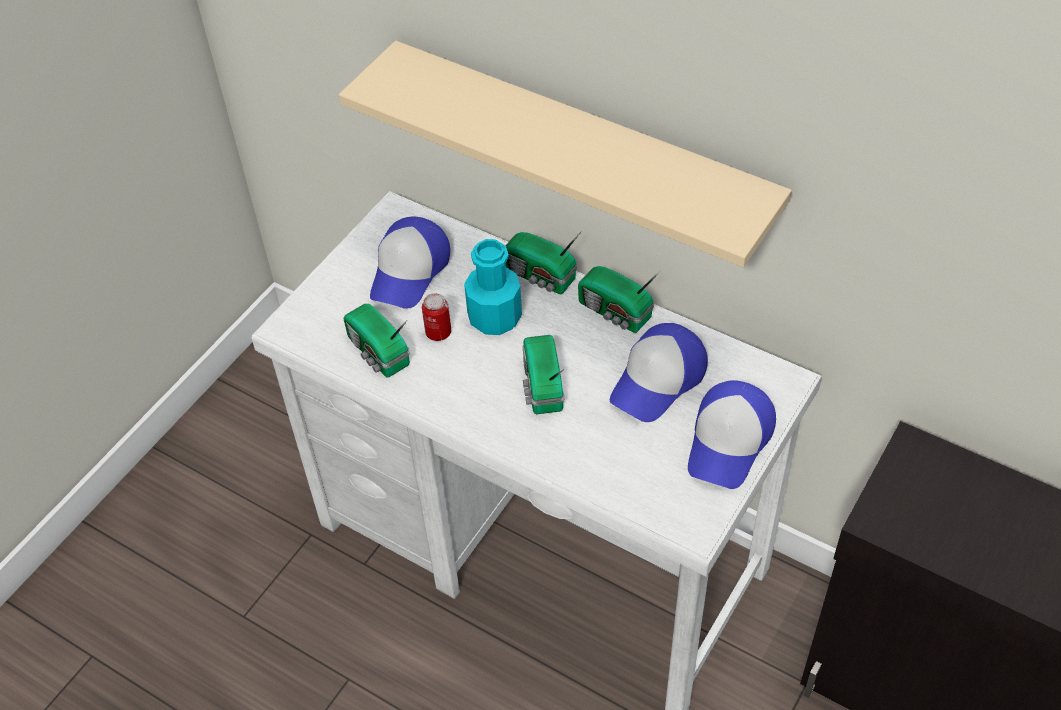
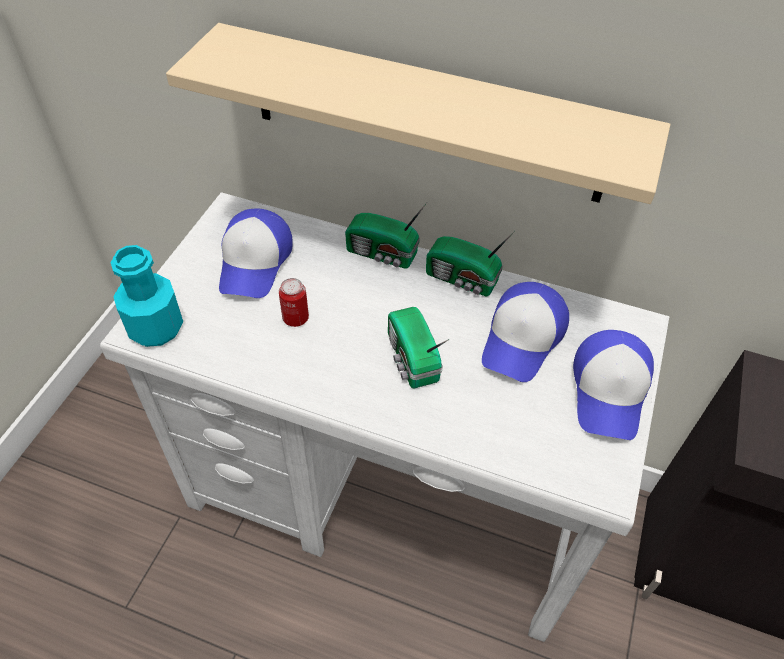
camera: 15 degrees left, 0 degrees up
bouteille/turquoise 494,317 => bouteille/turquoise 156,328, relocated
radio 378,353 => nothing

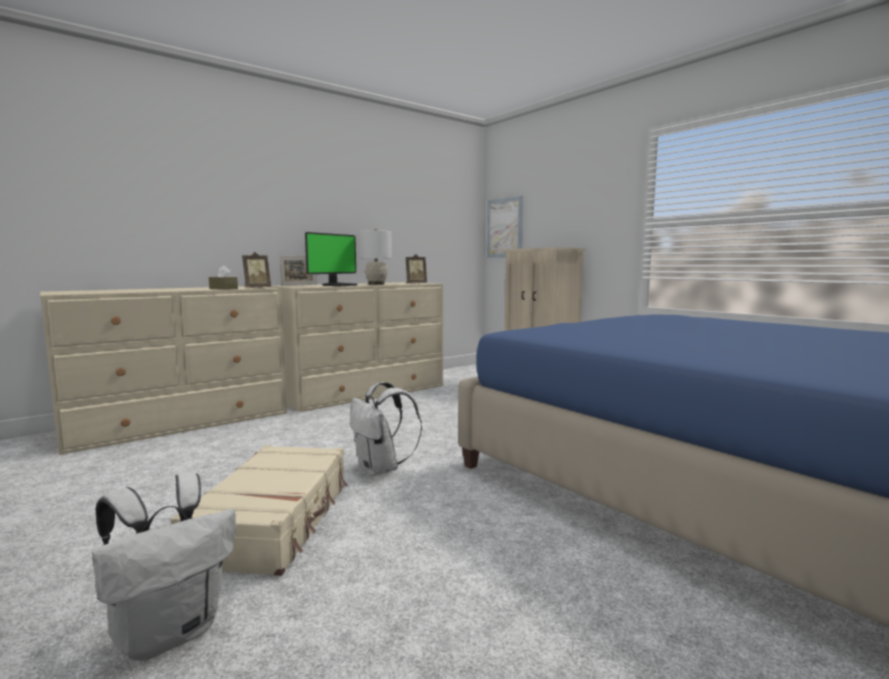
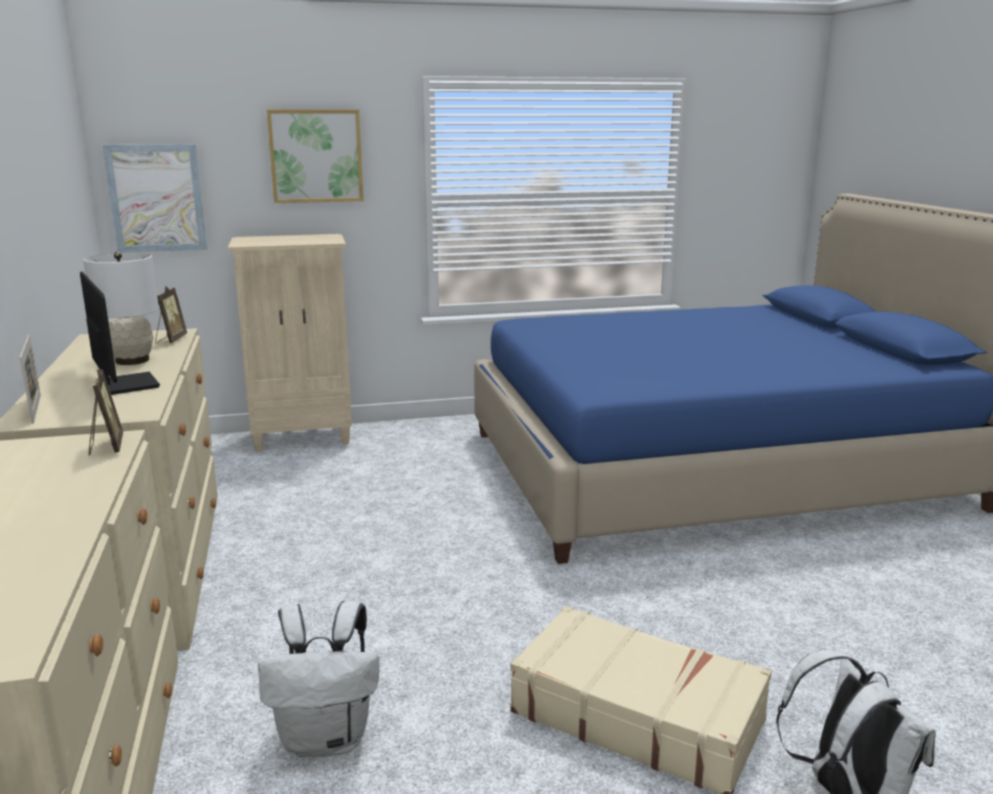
camera: 65 degrees left, 10 degrees up
sac à dos/blanc 381,469 => sac à dos/blanc 327,738, relocated
nothing => tableau 316,156
boîte à mouchoirs/marron 223,289 => nothing

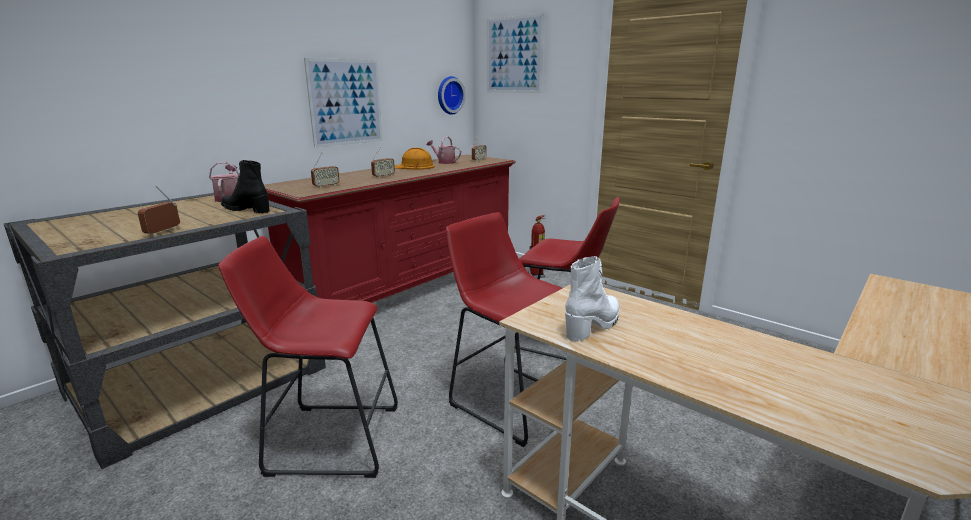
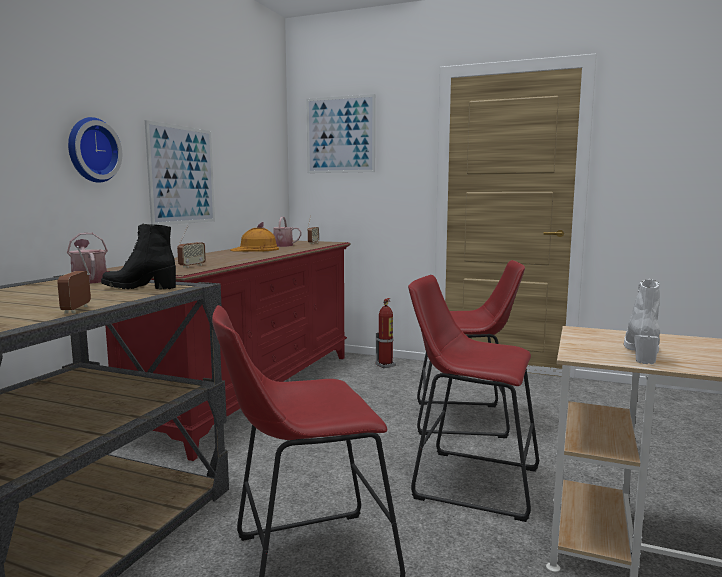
camera: 20 degrees left, 10 degrees down
horloge murale 449,95 => horloge murale 91,150, relocated
radio 383,176 => nothing

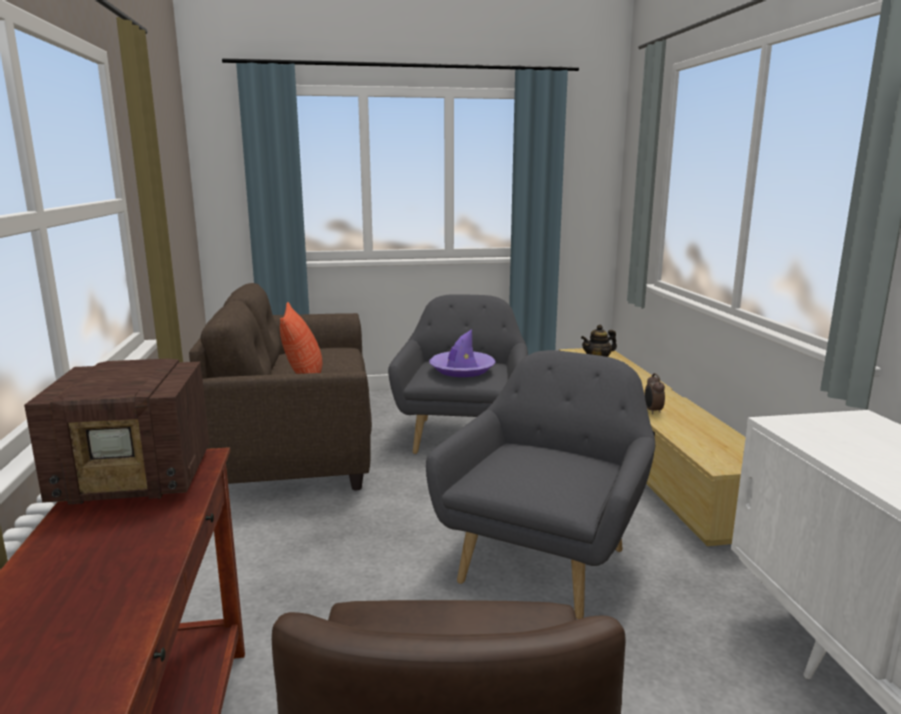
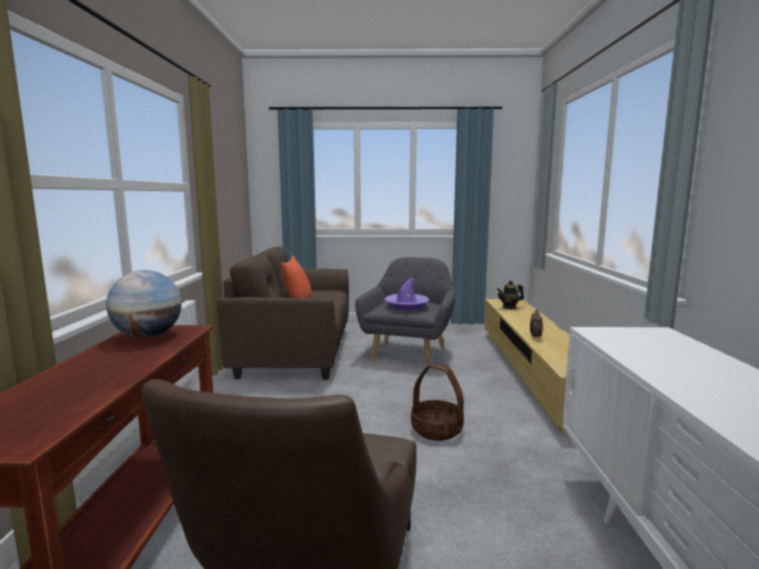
camera: 10 degrees right, 5 degrees down
radio 137,479 => globe 148,336
fauteuil/gris 545,558 => panier 437,429

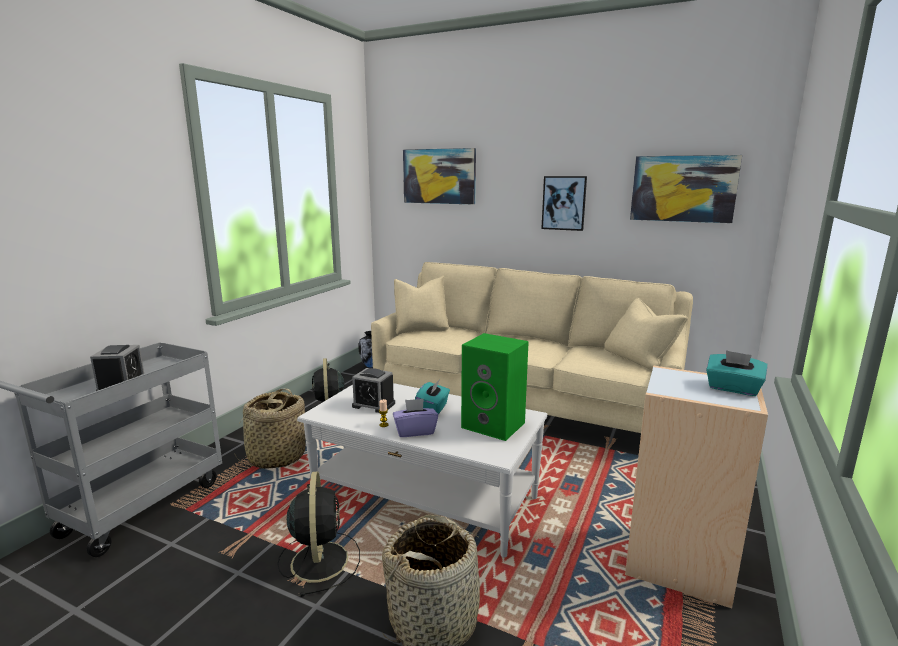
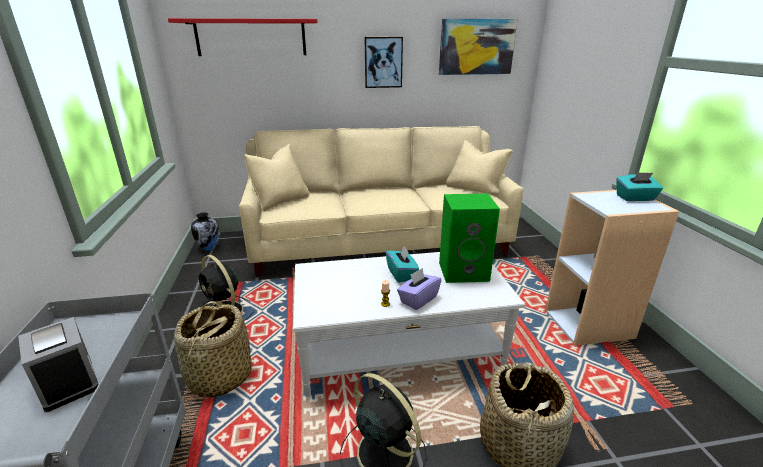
camera: 35 degrees left, 10 degrees up
tableau 439,176 => étagère/rouge 251,37
réveil 373,405 => nothing

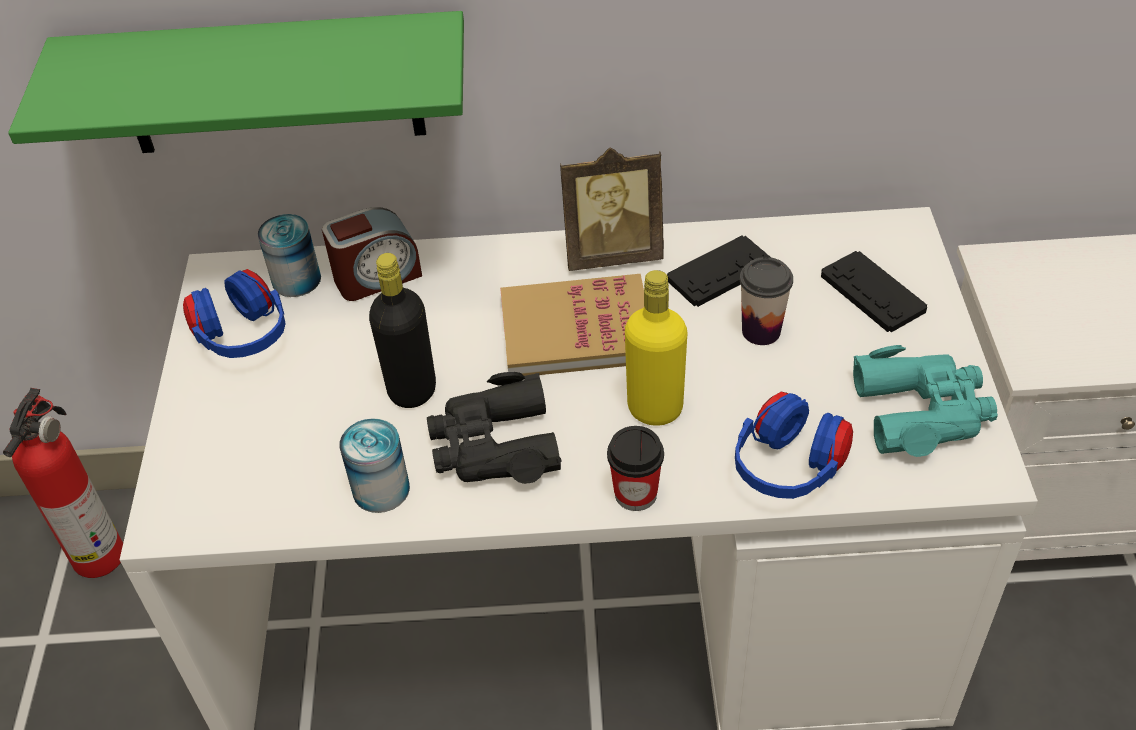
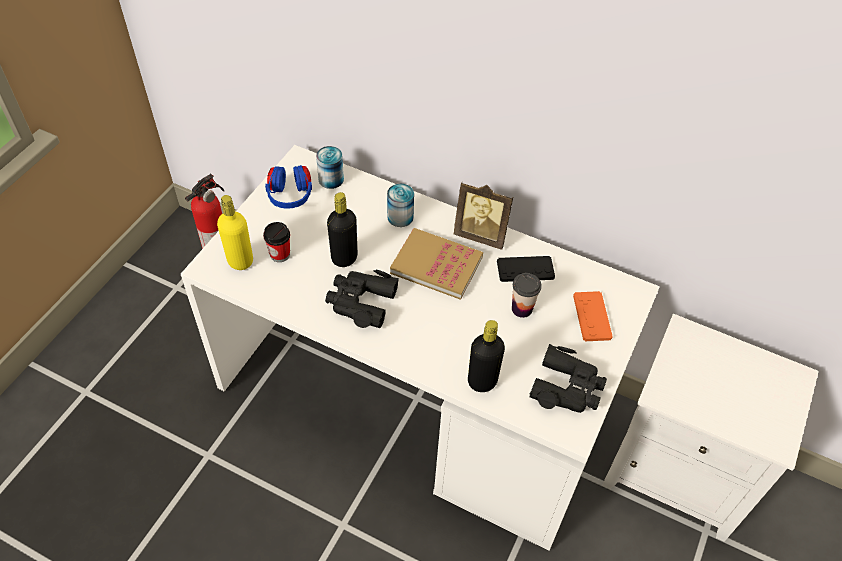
camera: 25 degrees right, 5 degrees up
bouteille/jaune 655,409 => bouteille/jaune 240,261, relocated
tasse 635,494 => tasse 280,254, relocated
boîte métallique 381,489 => boîte métallique 400,217, relocated
casque audio/bleu 788,469 => bouteille/noir 482,381
jumelles/turquoise 922,411 => jumelles/noir 567,387
manette/noir 872,293 => manette/orange 592,317
étagère/vert 270,84 => nothing
réveil 377,277 => nothing

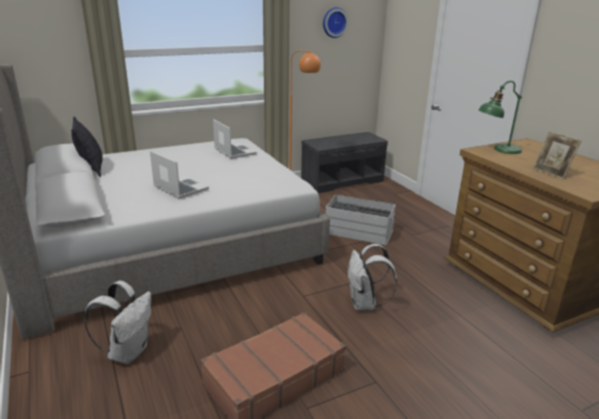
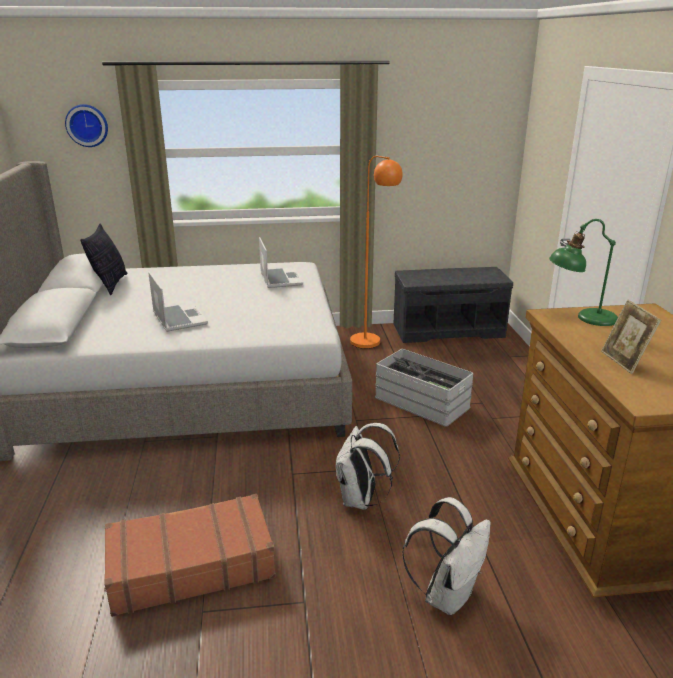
camera: 20 degrees right, 0 degrees up
horloge murale 334,22 => horloge murale 87,125, relocated
sac à dos/blanc 128,351 => sac à dos/blanc 447,594, relocated

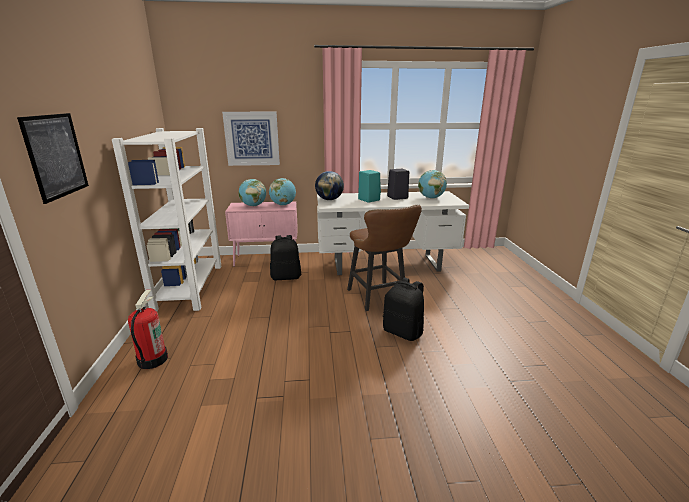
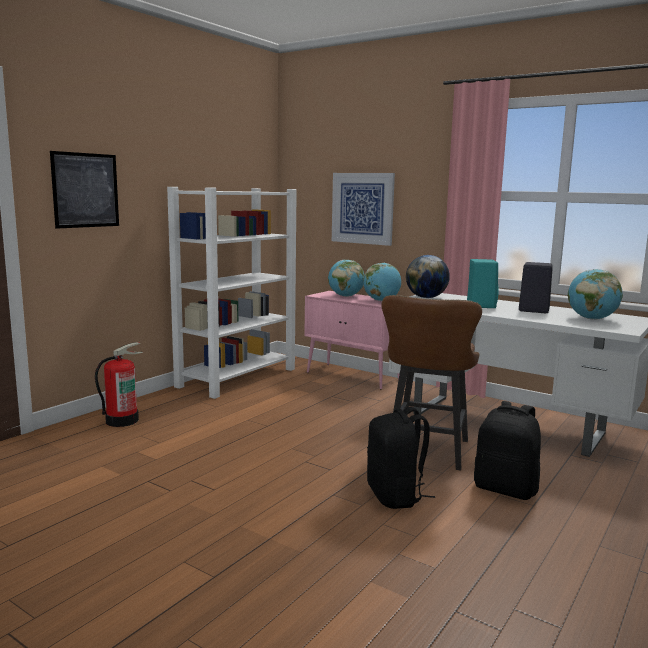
camera: 40 degrees right, 10 degrees down
sac à dos/noir 286,277 => sac à dos/noir 506,489, relocated

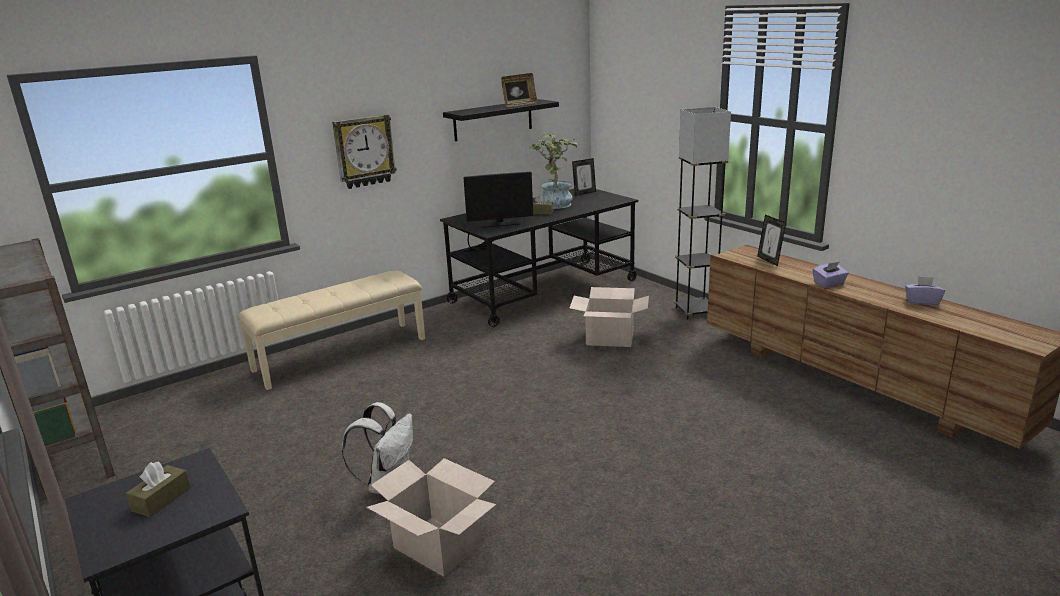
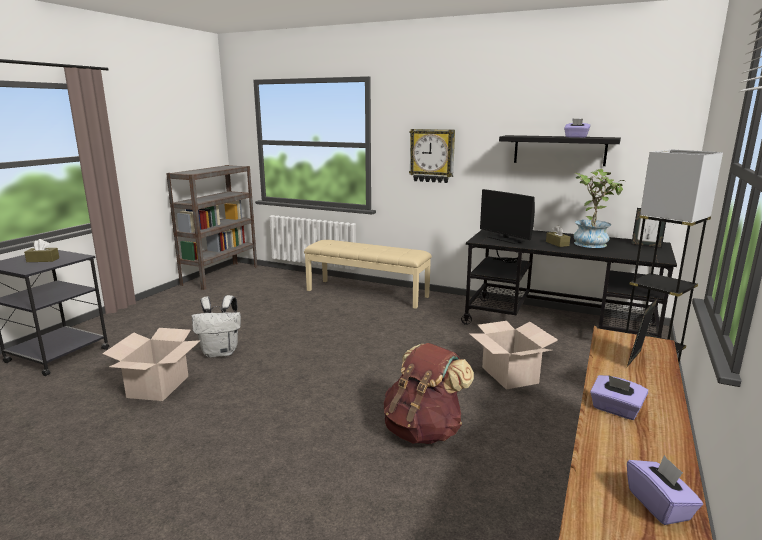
camera: 60 degrees right, 5 degrees down
nothing => sac à dos/marron 423,430
cadre photo 519,105 => boîte à mouchoirs/violet 576,137

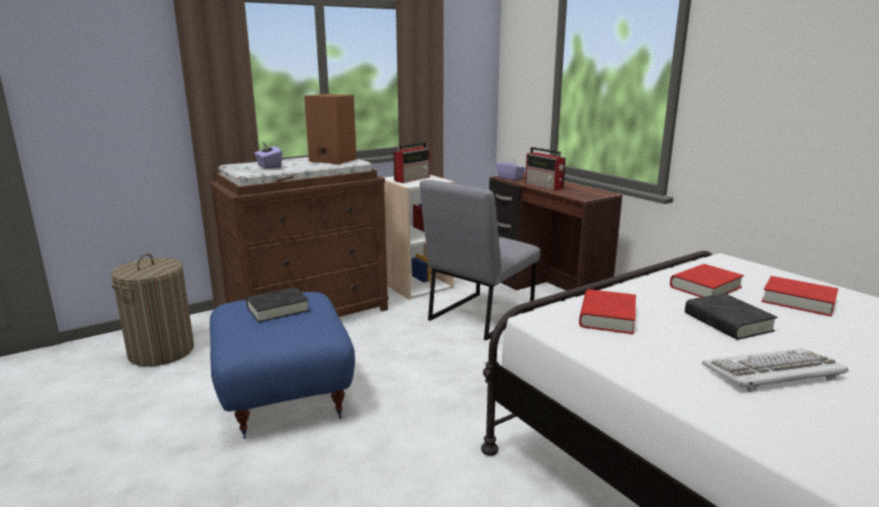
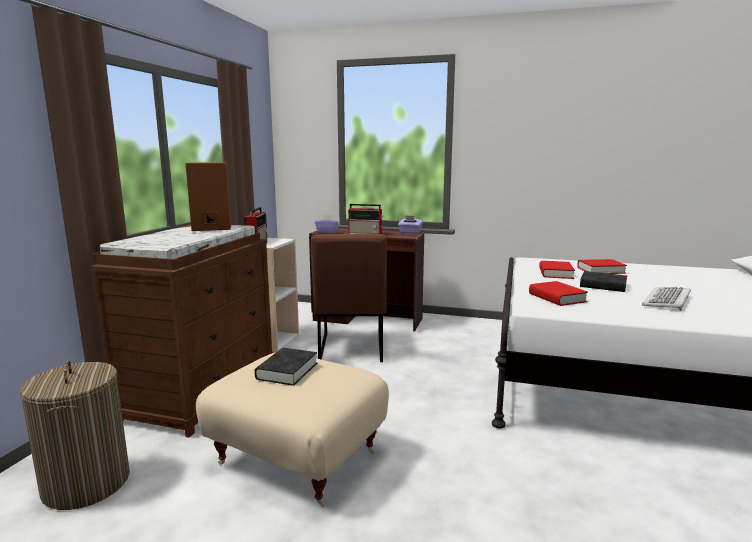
camera: 40 degrees left, 5 degrees down
pouf/bleu 282,395 => pouf/beige 295,460
chaise/gris 478,316 => chaise/marron 351,348
boîte à mouchoirs/violet 269,166 => boîte à mouchoirs/violet 410,232, relocated

